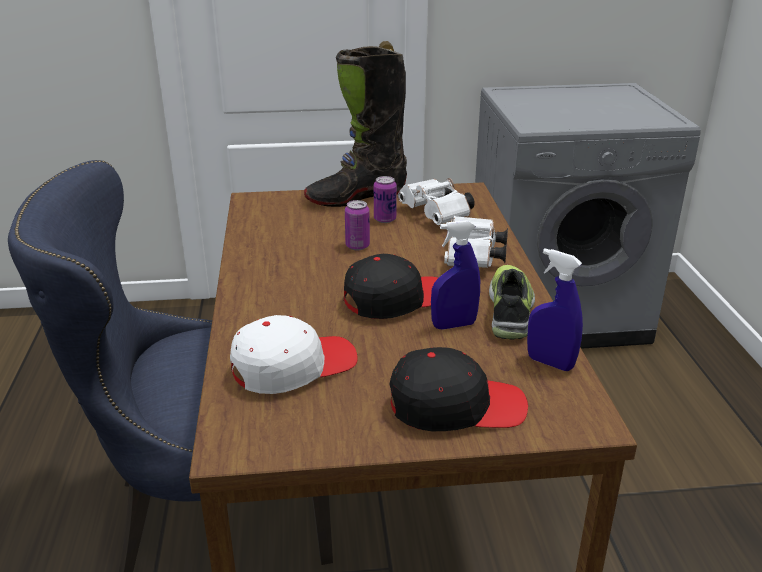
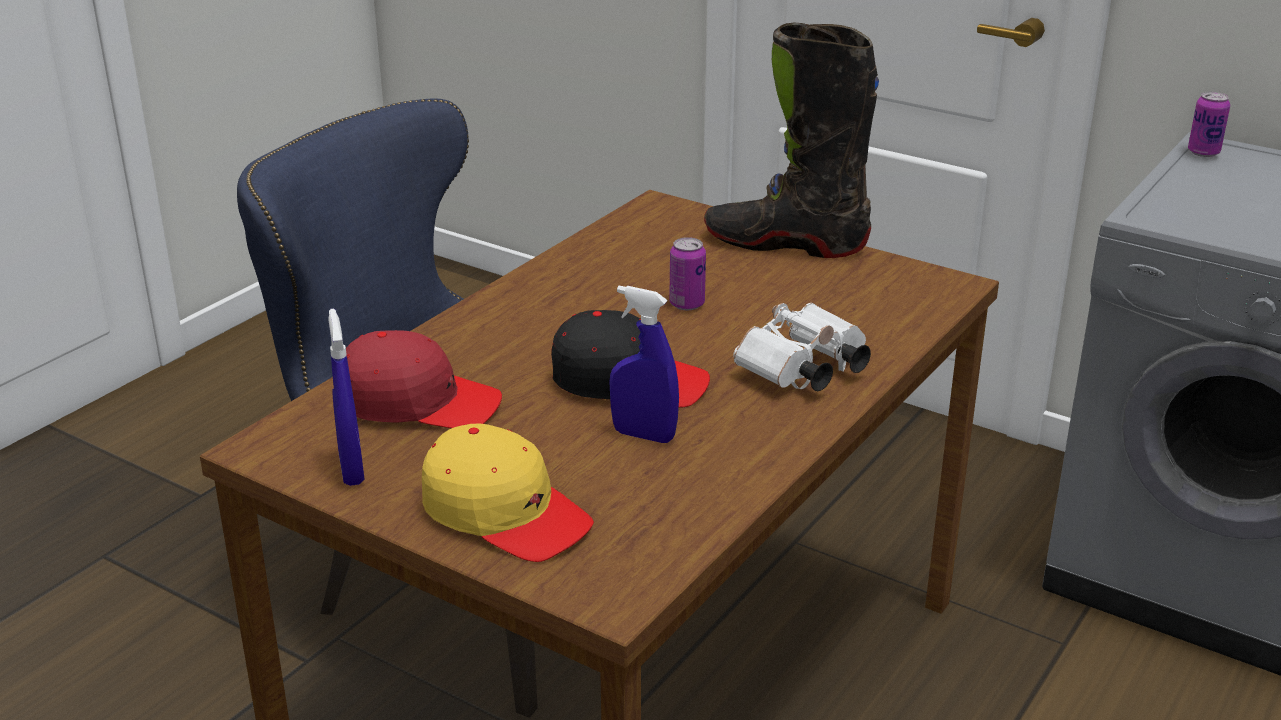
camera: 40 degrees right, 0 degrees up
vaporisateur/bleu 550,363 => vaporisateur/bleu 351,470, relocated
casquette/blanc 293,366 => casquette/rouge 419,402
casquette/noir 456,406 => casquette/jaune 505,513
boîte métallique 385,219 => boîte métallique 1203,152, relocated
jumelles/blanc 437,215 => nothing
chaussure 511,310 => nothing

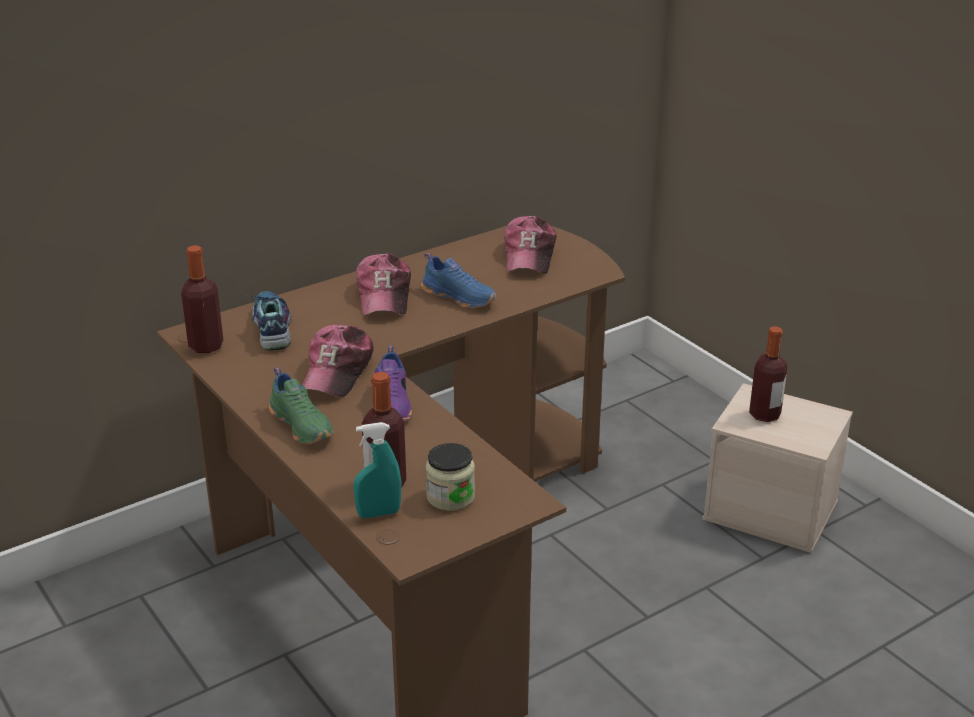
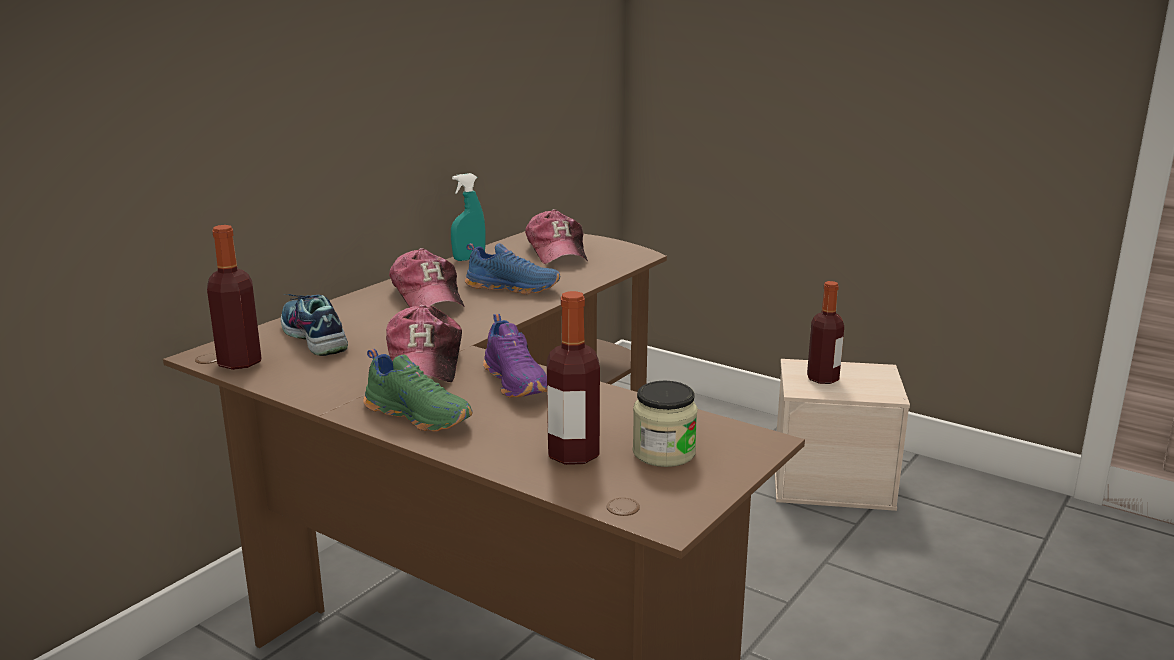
camera: 20 degrees left, 10 degrees down
vaporisateur/turquoise 378,513 => vaporisateur/turquoise 469,258, relocated

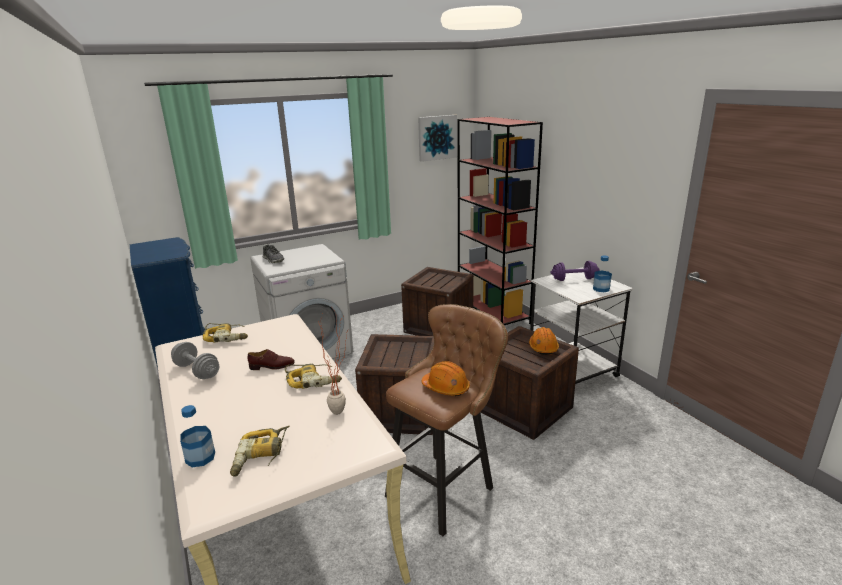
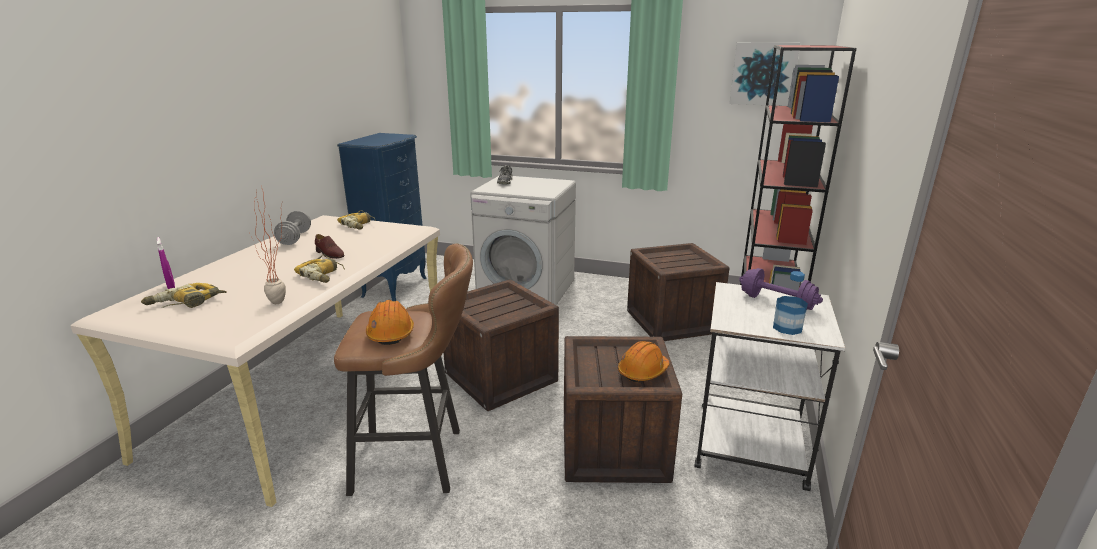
camera: 45 degrees right, 0 degrees up
bouteille 200,457 => vaporisateur/violet 171,286

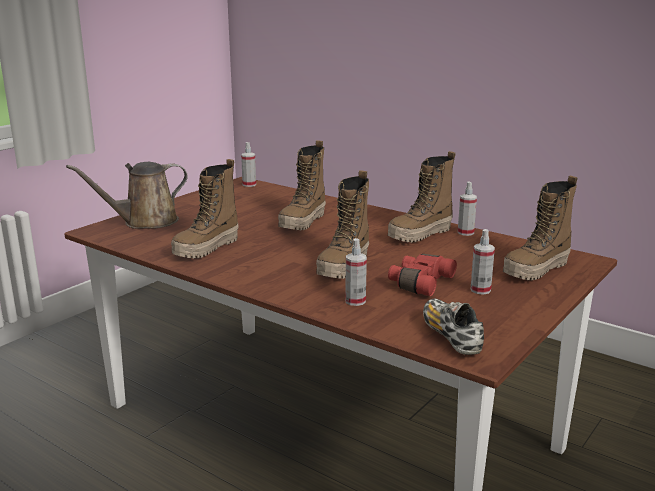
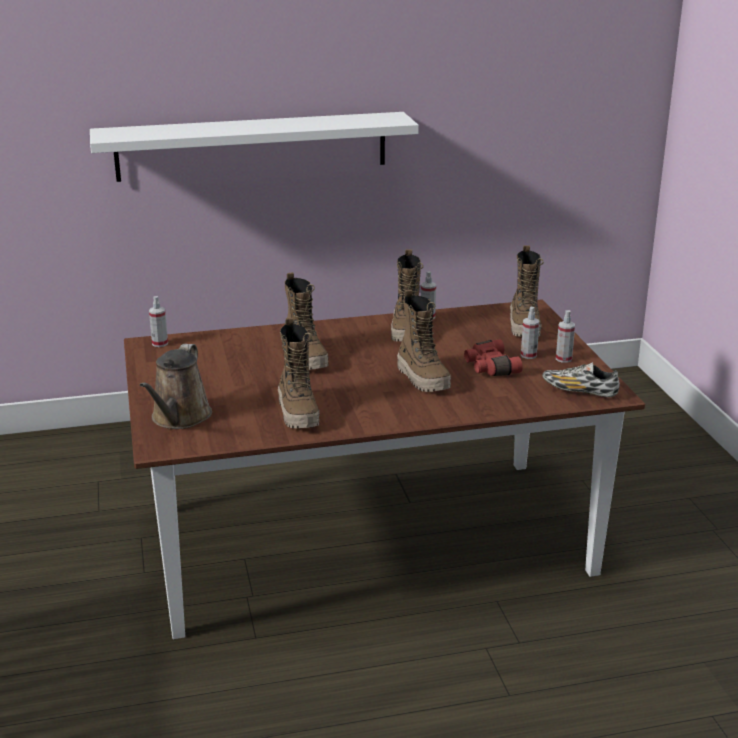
camera: 50 degrees left, 5 degrees up
nothing => étagère/blanc 252,146
vaporisateur 355,301 => vaporisateur 563,359, relocated

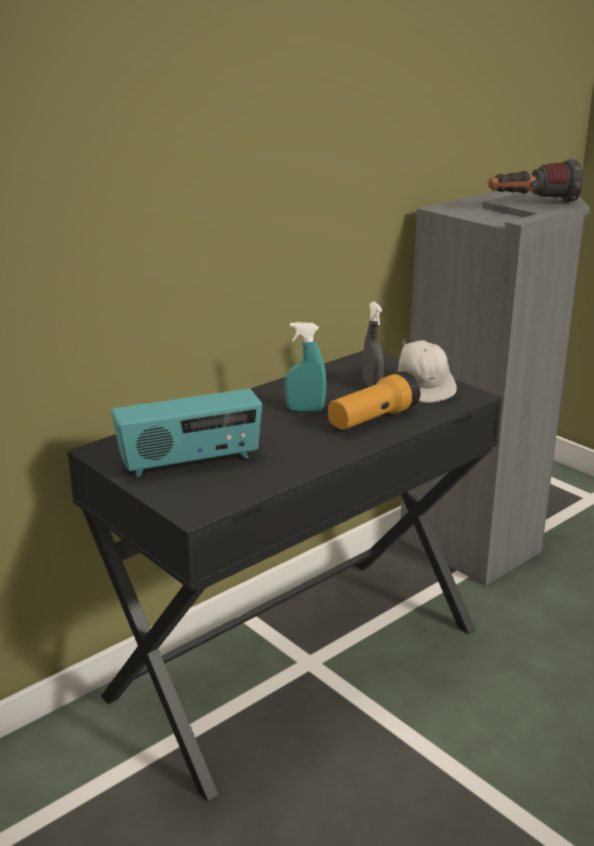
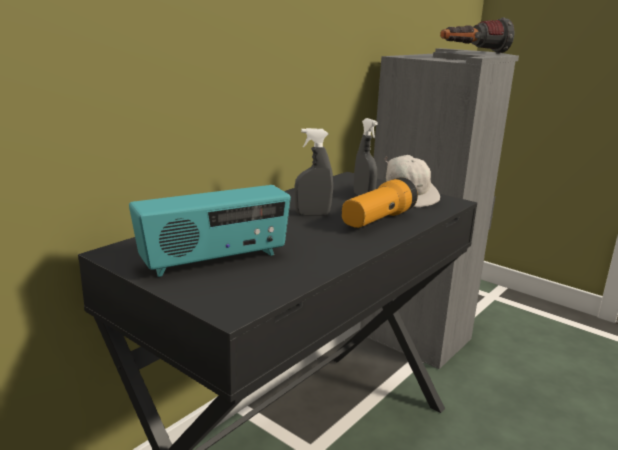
camera: 10 degrees left, 5 degrees down
vaporisateur/turquoise 305,410 => vaporisateur/gris 312,214

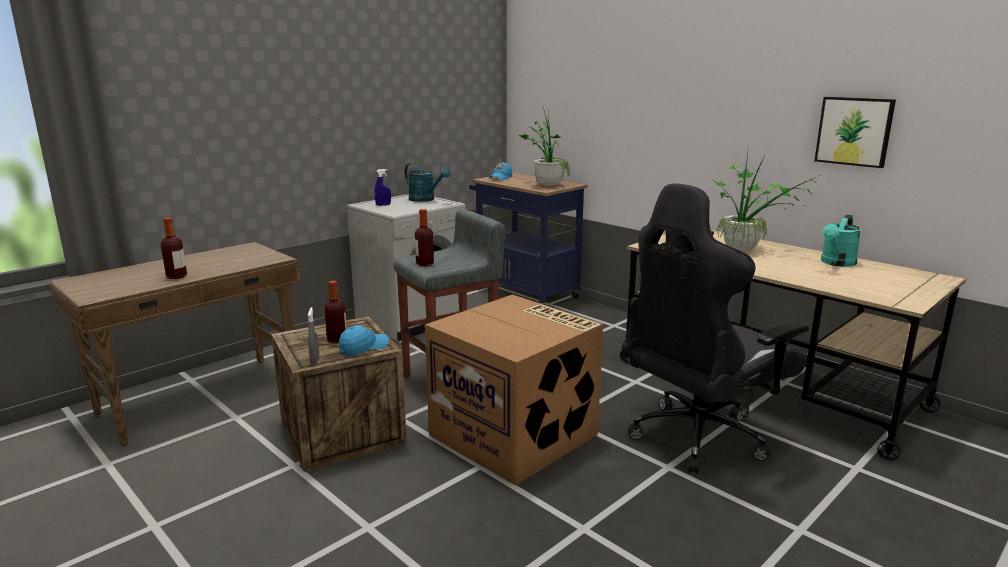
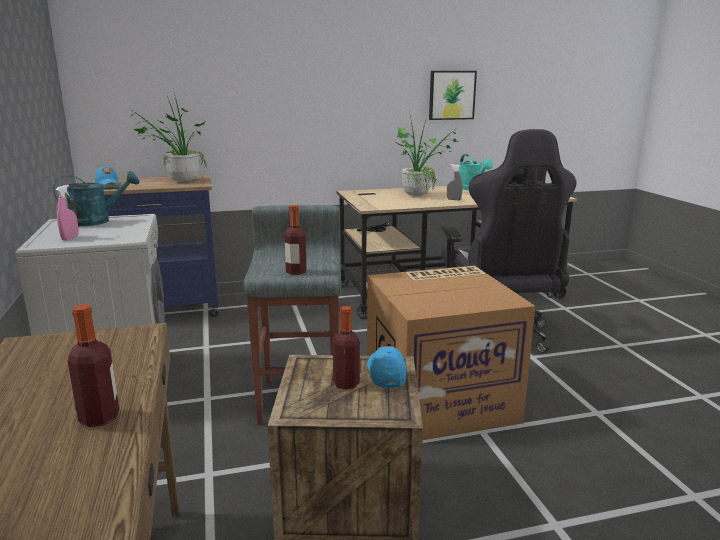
camera: 60 degrees left, 0 degrees up
vaporisateur/bleu 383,205 => vaporisateur/rose 70,238
vaporisateur/gris 315,360 => vaporisateur/gris 454,199, relocated

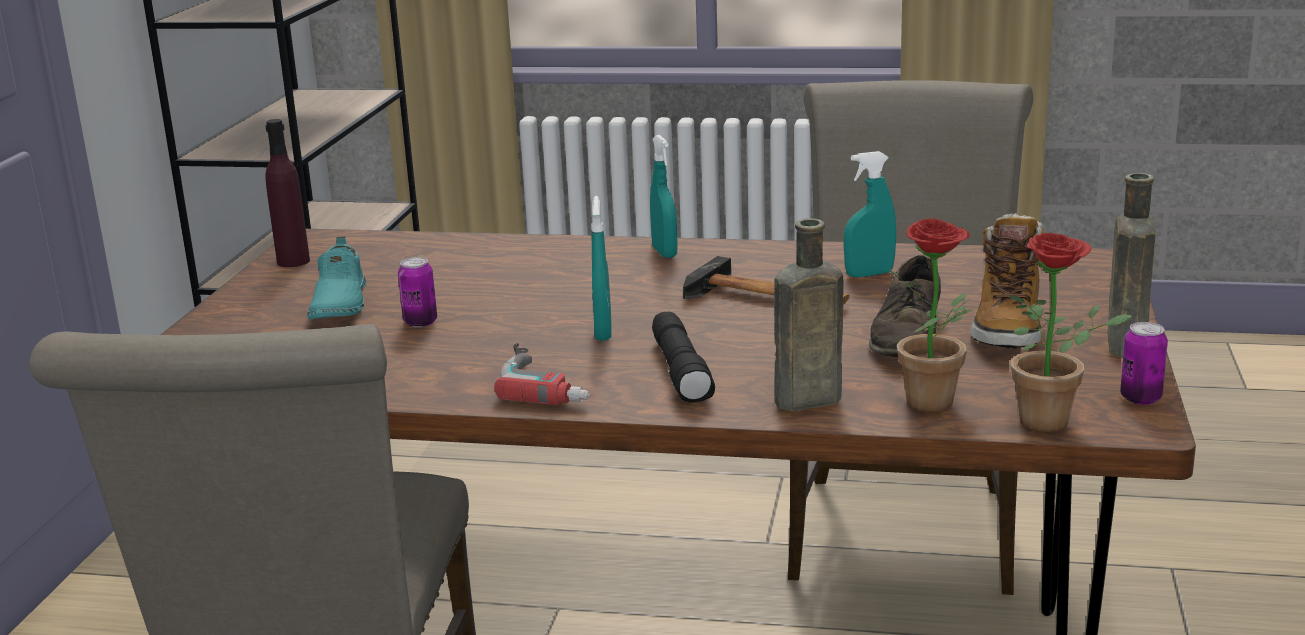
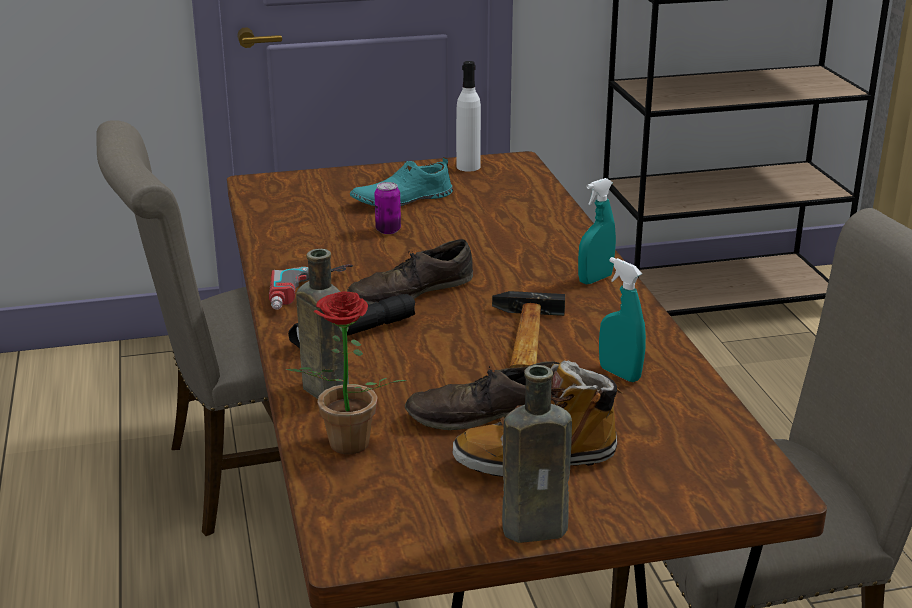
camera: 65 degrees right, 5 degrees up
vaporisateur/turquoise 603,332 => chaussure/marron 410,292
bouteille/violet 293,261 => bouteille/blanc 468,167
plante en pot 1055,422 => nothing
boîte métallique 1140,398 => nothing

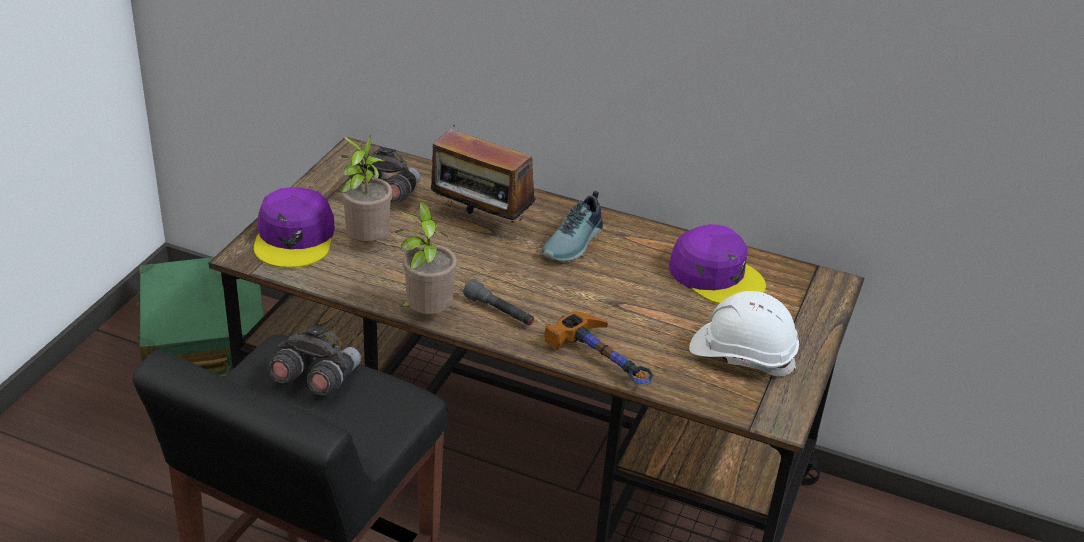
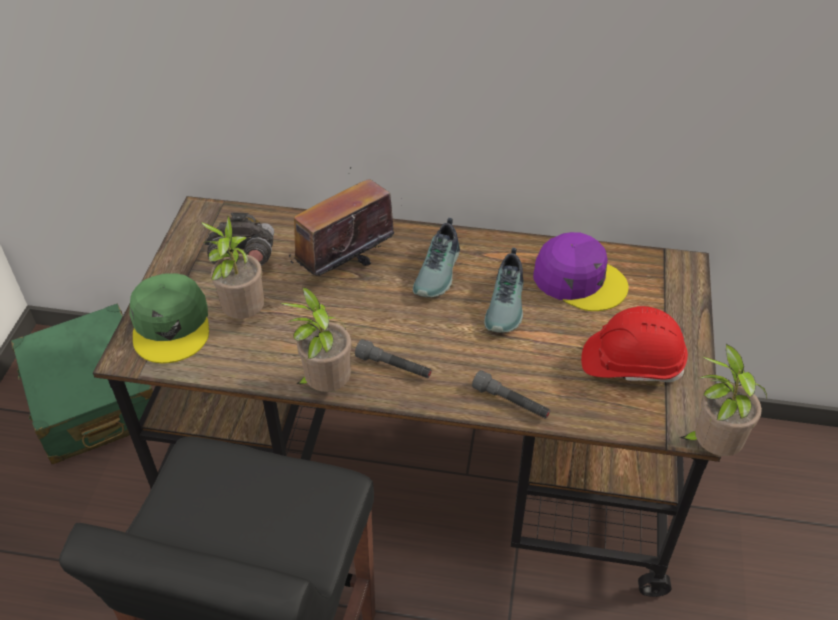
camera: 10 degrees left, 10 degrees up
casquette/violet 295,238 => casquette/vert 171,325
radio 480,222 => radio 345,267, 120 degrees clockwise
marteau 605,362 => lampe de poche/gris 511,402
nothing => chaussure 507,304
casque de chantier/blanc 742,354 => casque de chantier/rouge 631,363
nothing => plante en pot 711,447
jumelles/gris 315,379 => nothing

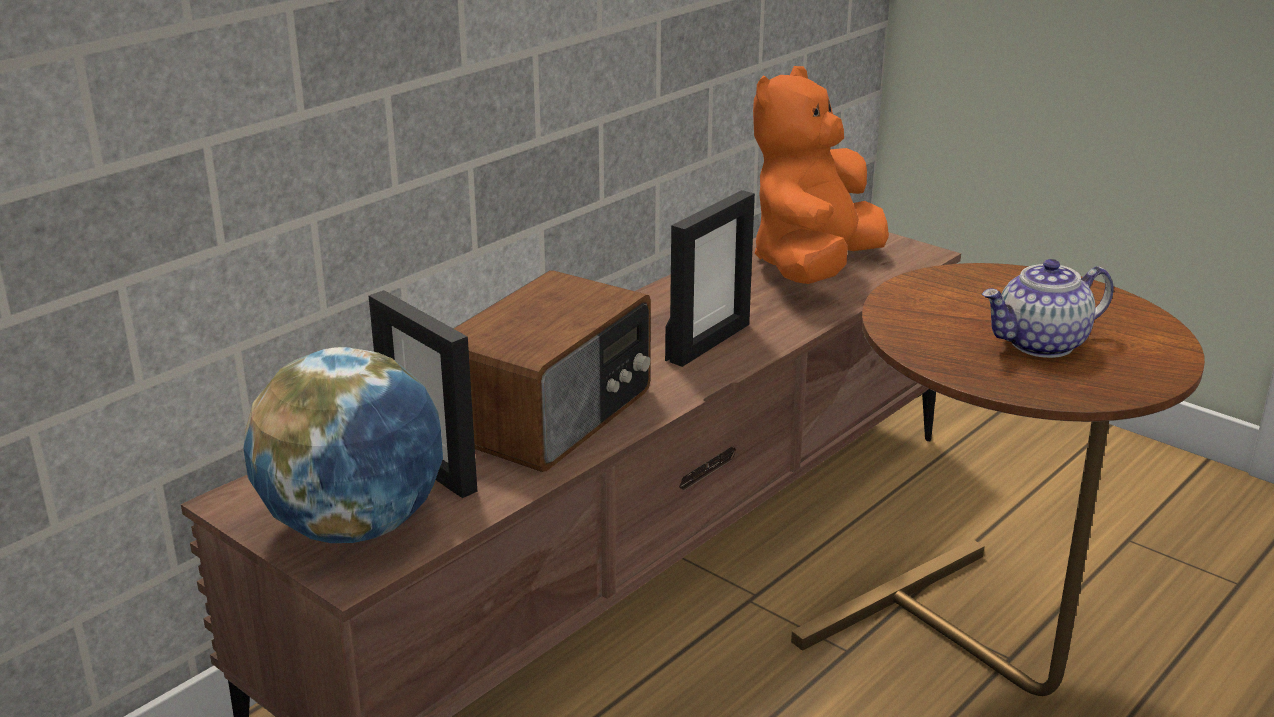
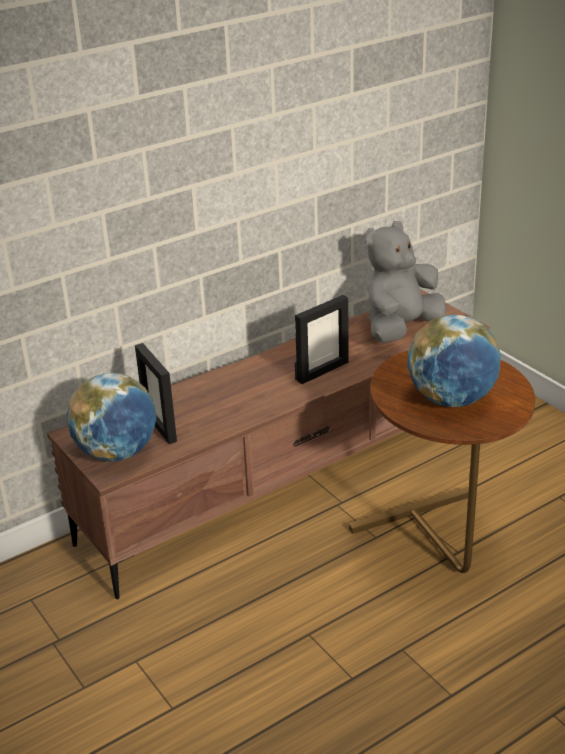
camera: 15 degrees right, 5 degrees up
peluche/orange 813,268 => peluche/gris 401,329
théière 1041,344 => globe 452,399
radio 553,415 => nothing

